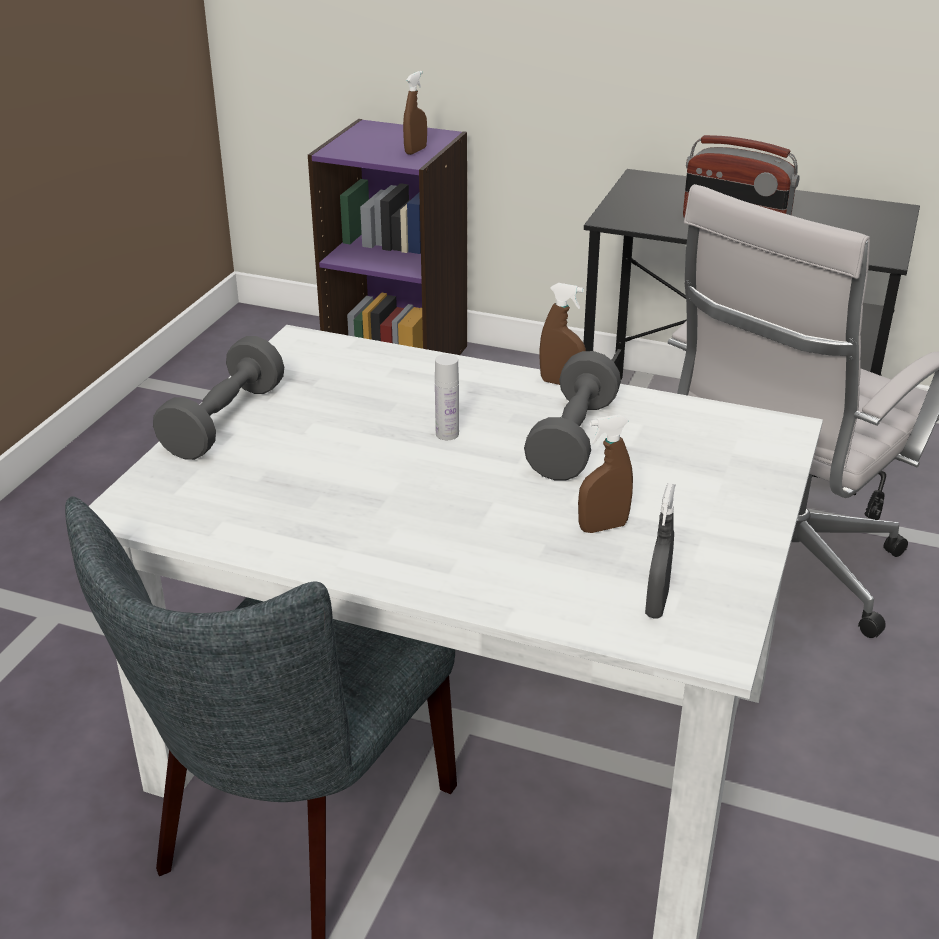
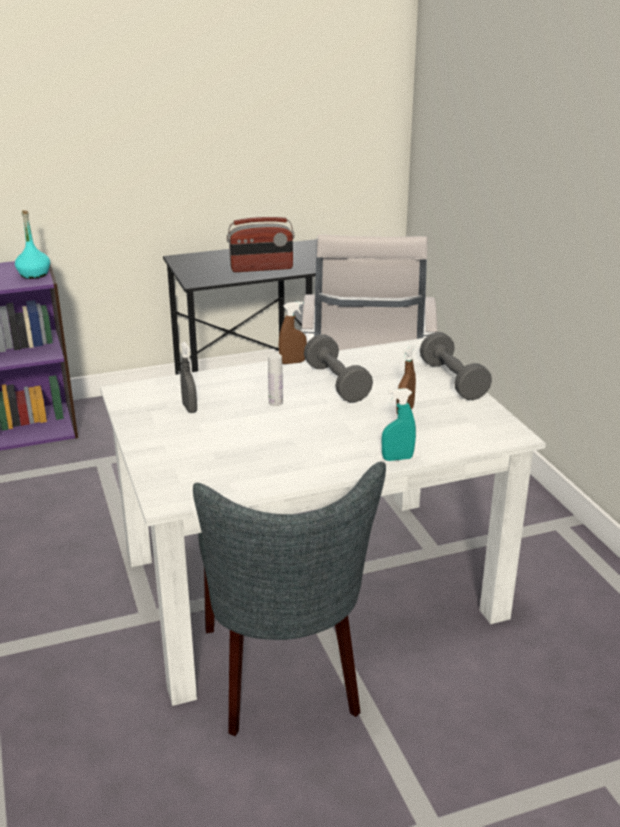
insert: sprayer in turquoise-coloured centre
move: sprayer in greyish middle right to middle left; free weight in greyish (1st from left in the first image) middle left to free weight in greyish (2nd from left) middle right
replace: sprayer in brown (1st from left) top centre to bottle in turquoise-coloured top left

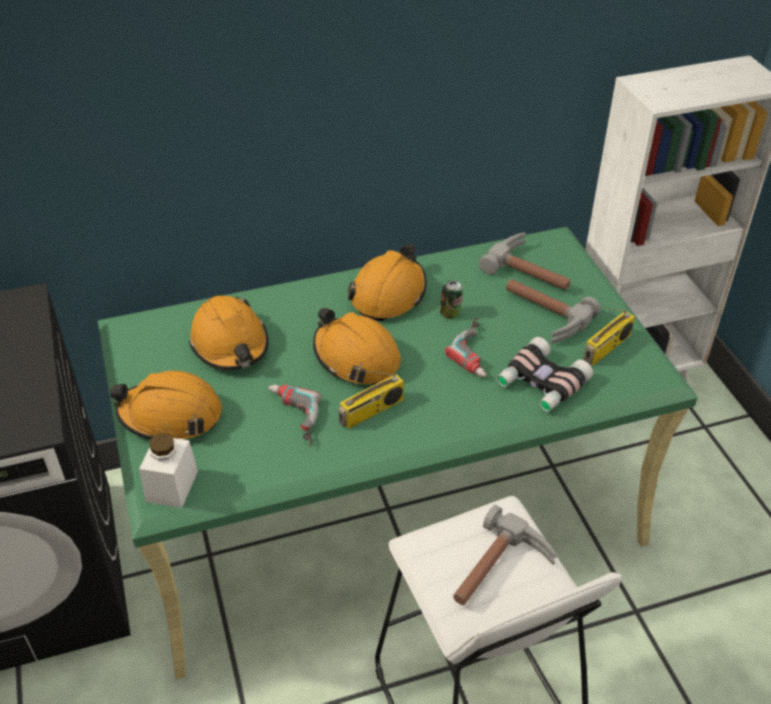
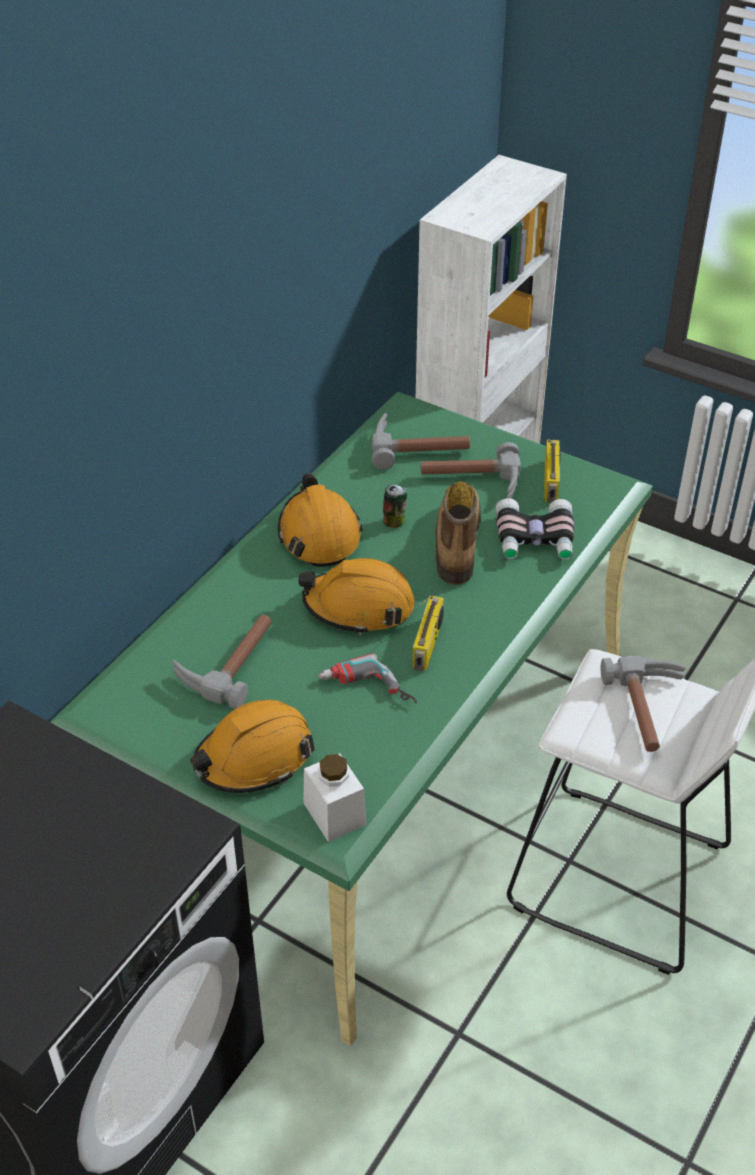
replace: hard hat in orangey (2nd from left) middle left to tool hammer (1st from left) middle left; drill (2nd from left) centre to high-top boot centre

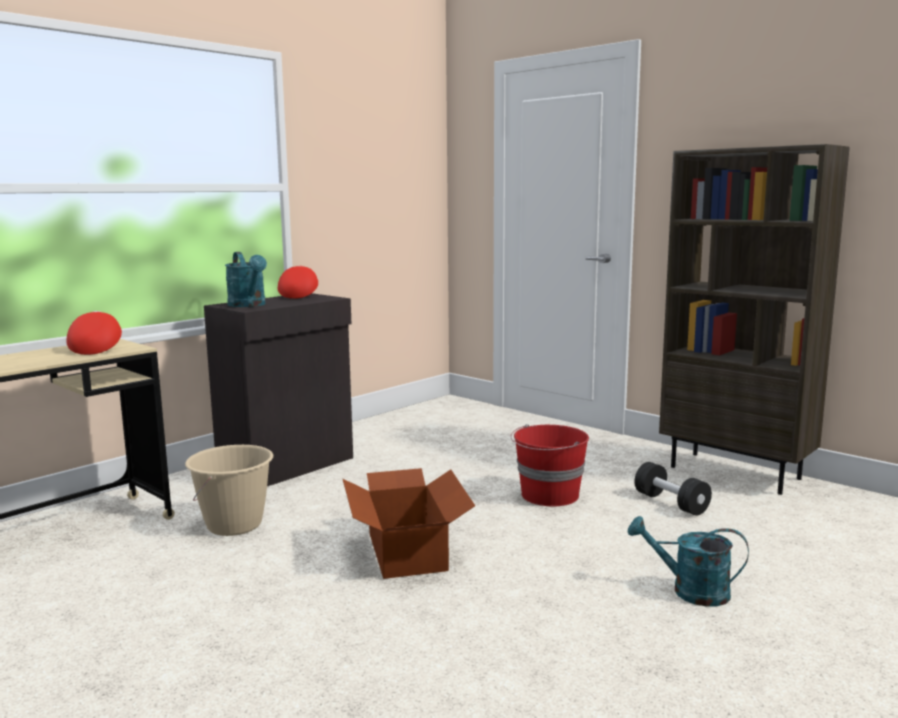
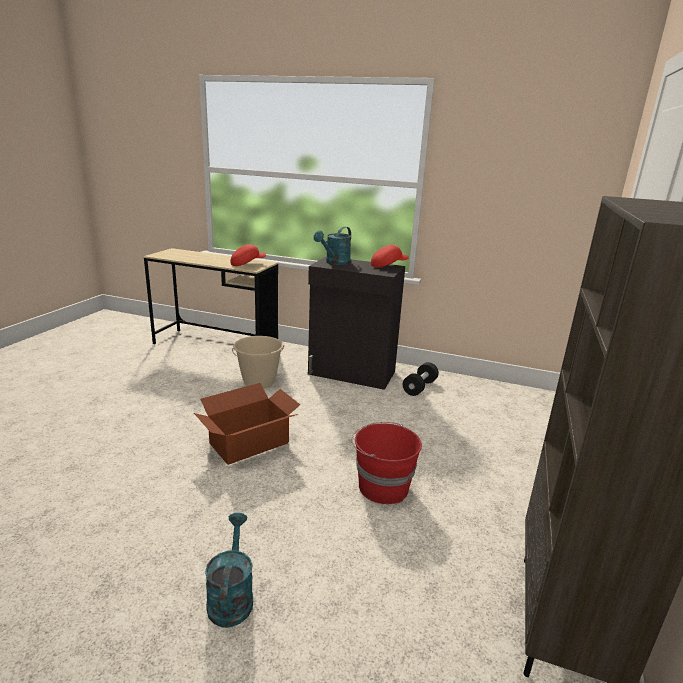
move: free weight in black-coloured bottom right to centre

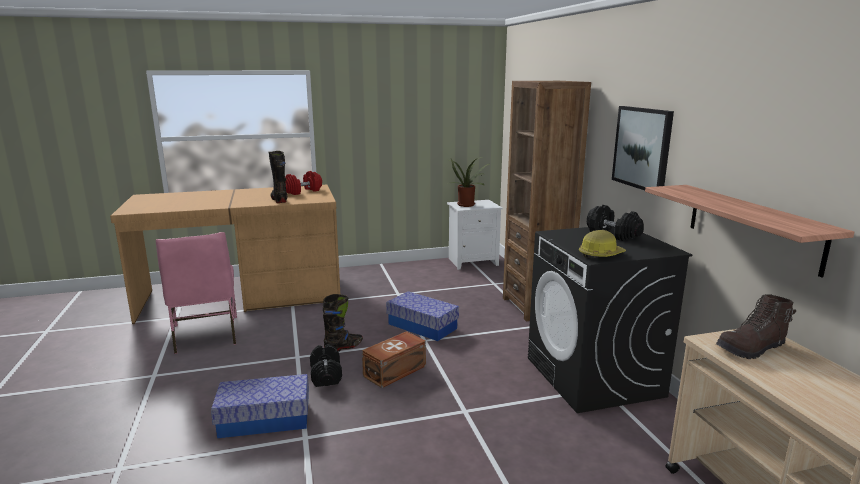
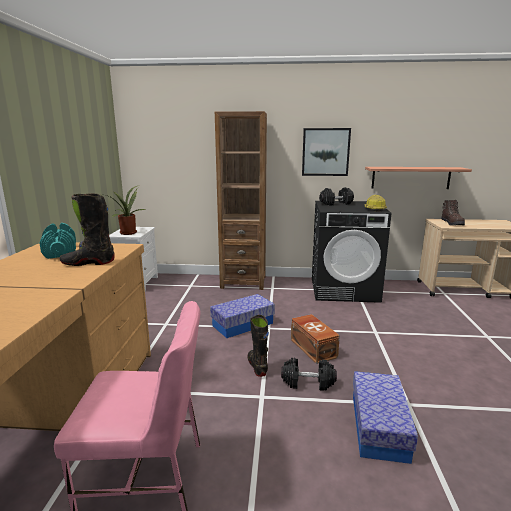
recolor: free weight in red centre to free weight in turquoise-coloured middle left

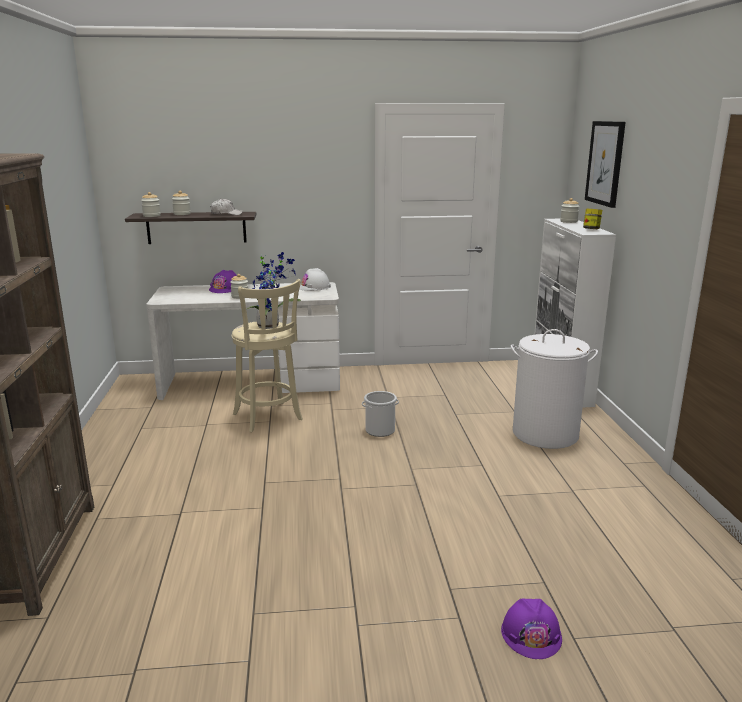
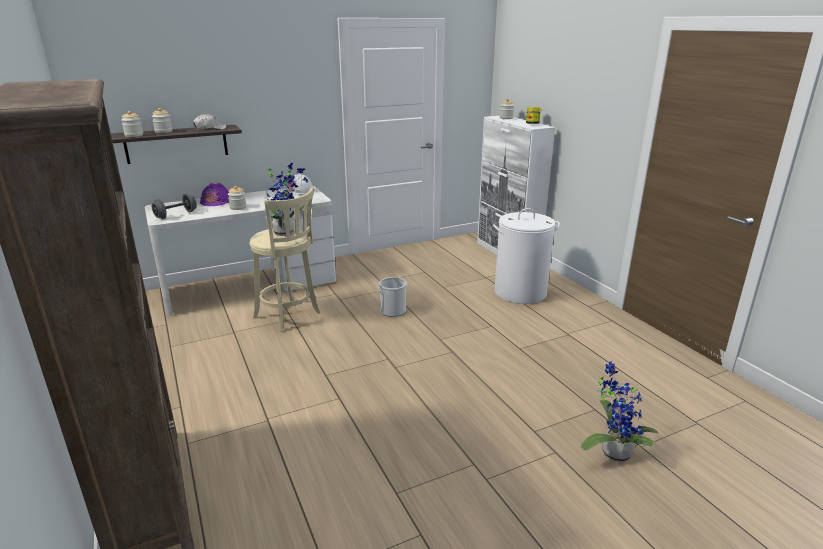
delete: wall picture top right
insert: free weight in greyish middle left
replace: hard hat in purple-coloured (2nd from left) bottom right to plant in a pot (2nd from left) bottom right

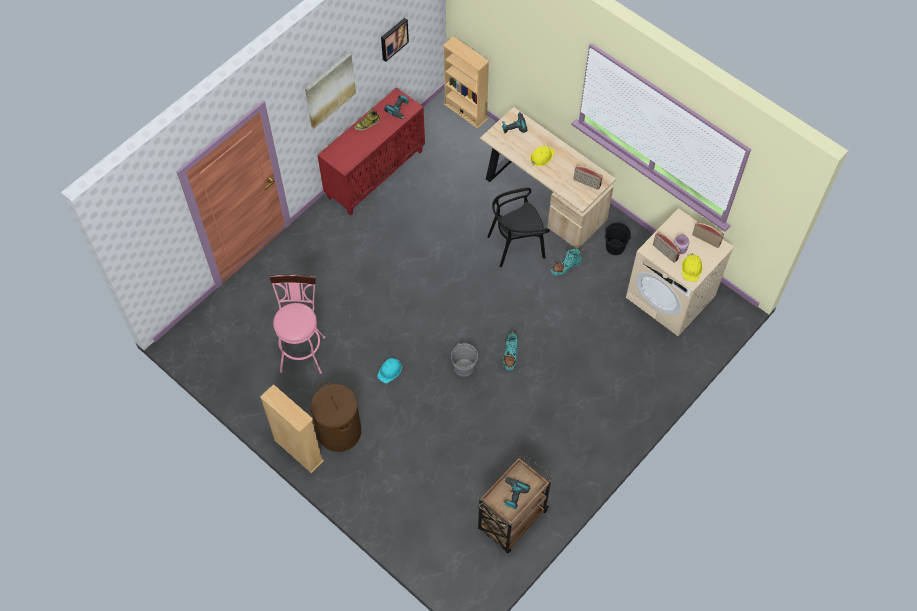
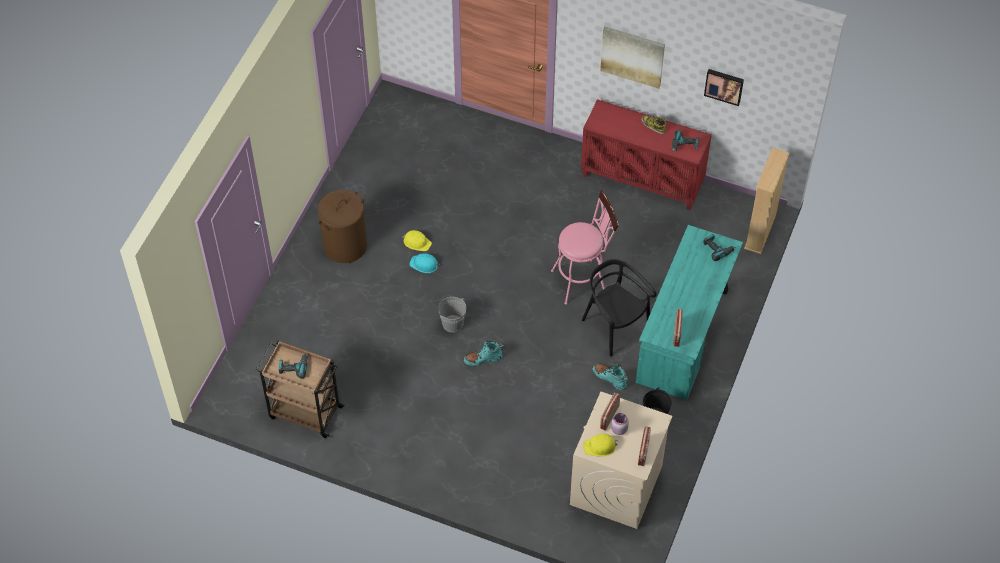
delete: shelving unit in sand-coloured (1st from left) bottom left
move: hard hat in yellow (1st from left) top centre to centre; stool in pink-coloured middle left to centre
recolor: desk table in sand-coloured top centre to desk table in turquoise-coloured middle right

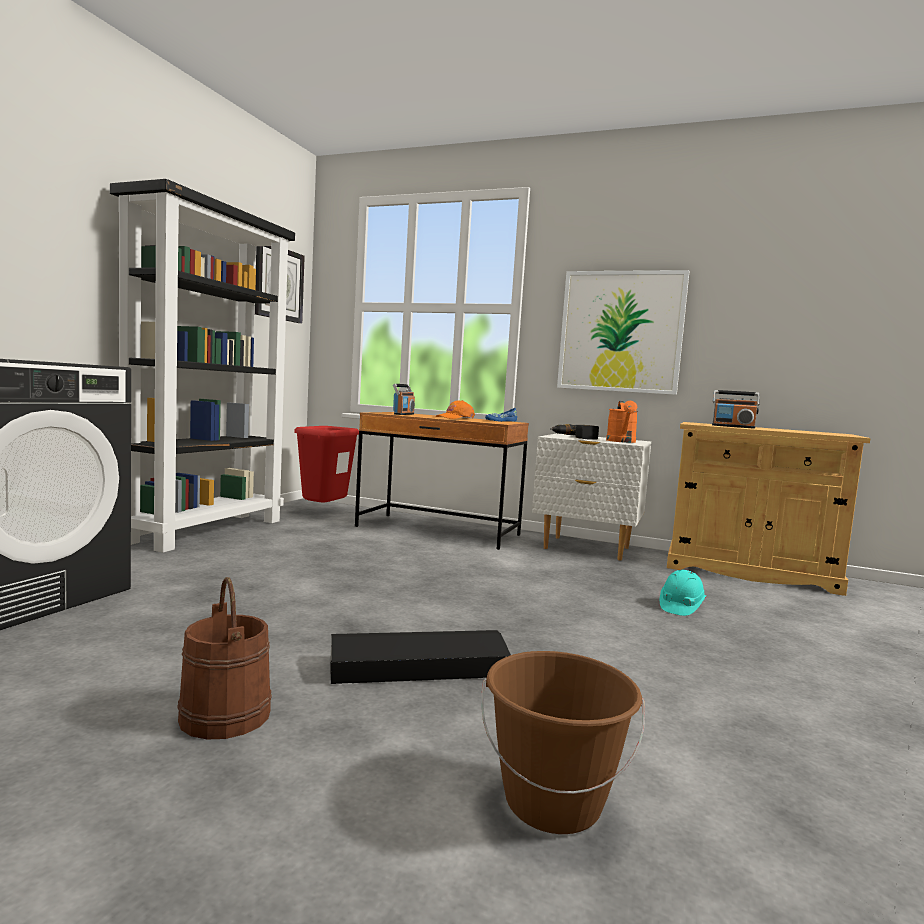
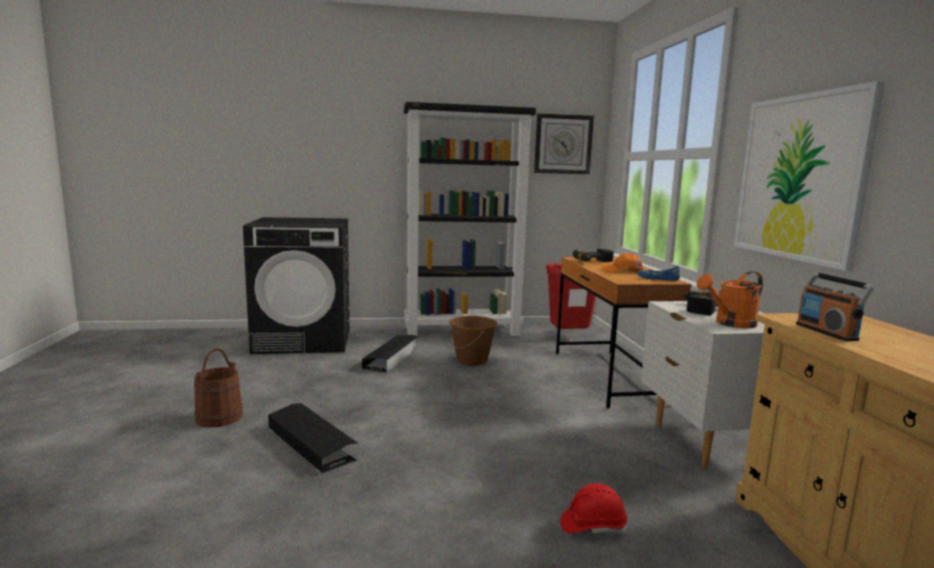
insert: storage container in black-coloured (2nd from left) centre
move: pail in brown (2nd from left) bottom centre to centre
replace: radio receiver (1st from left) centre to drill (1st from left) centre
recolor: hard hat in turquoise-coloured middle right to hard hat in red bottom centre

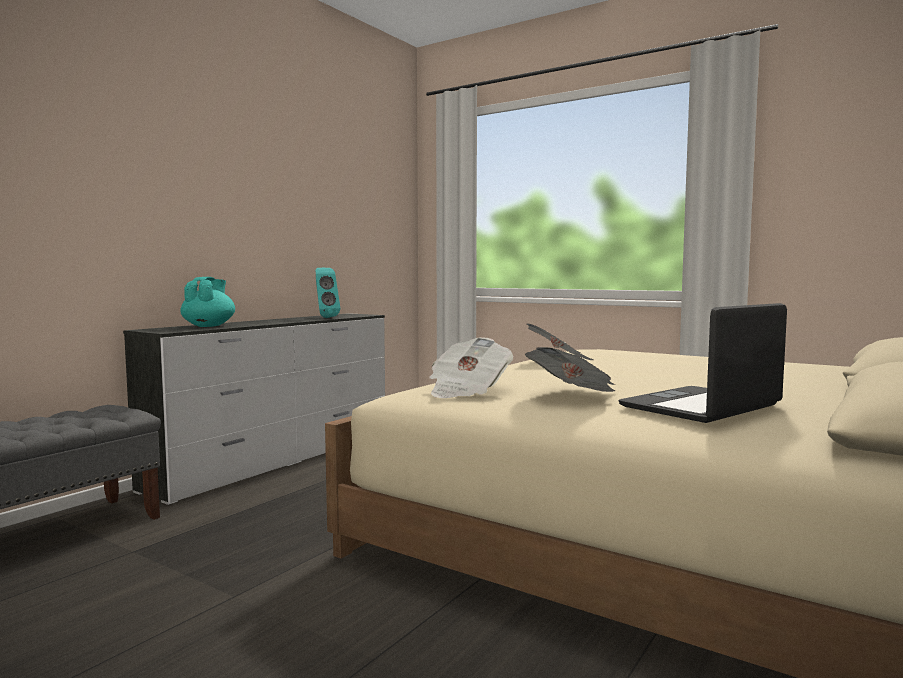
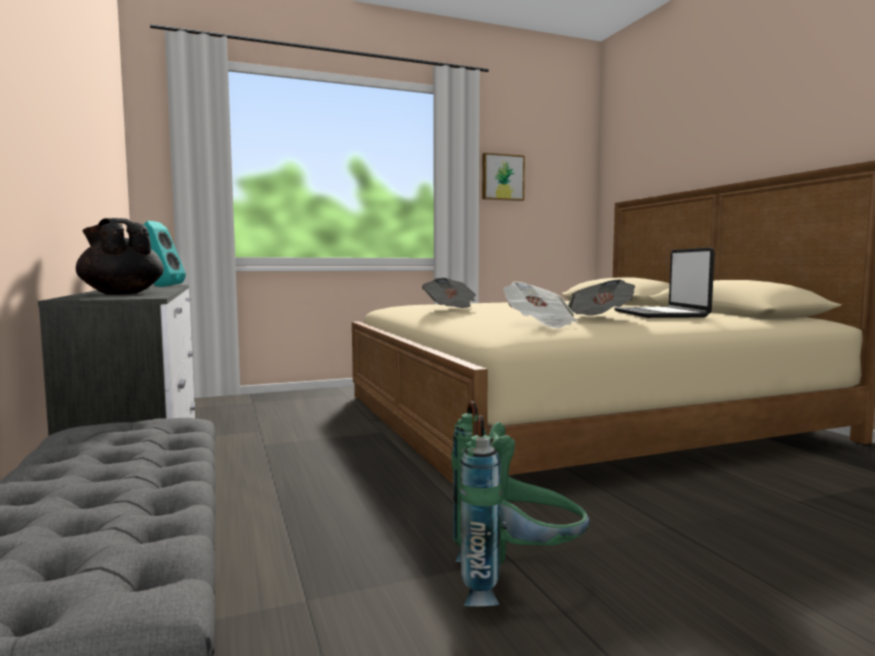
insert: backpack in greenish bottom centre; wall picture top centre
recolor: teapot in turquoise-coloured middle left to teapot in black-coloured middle left

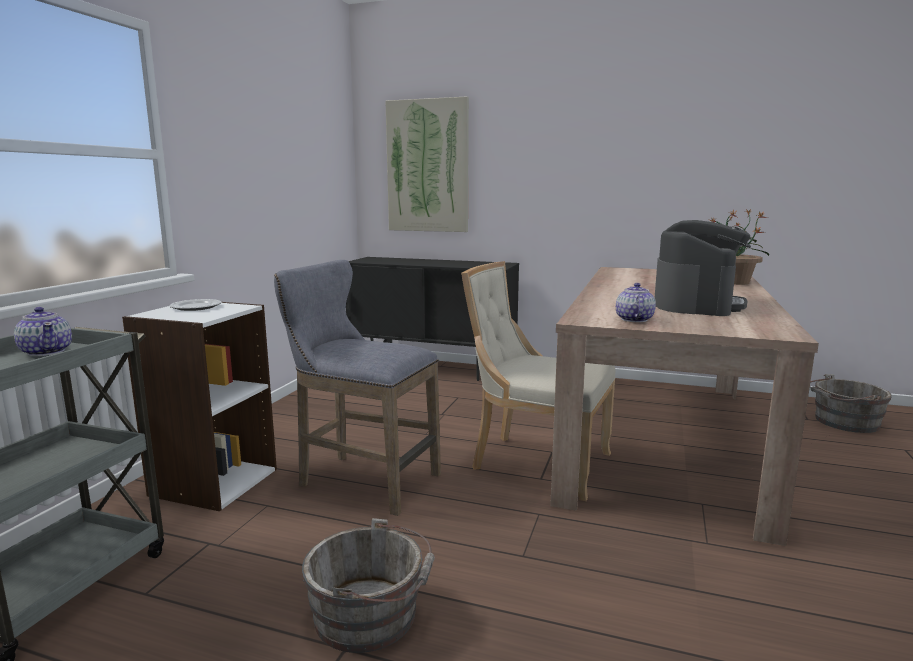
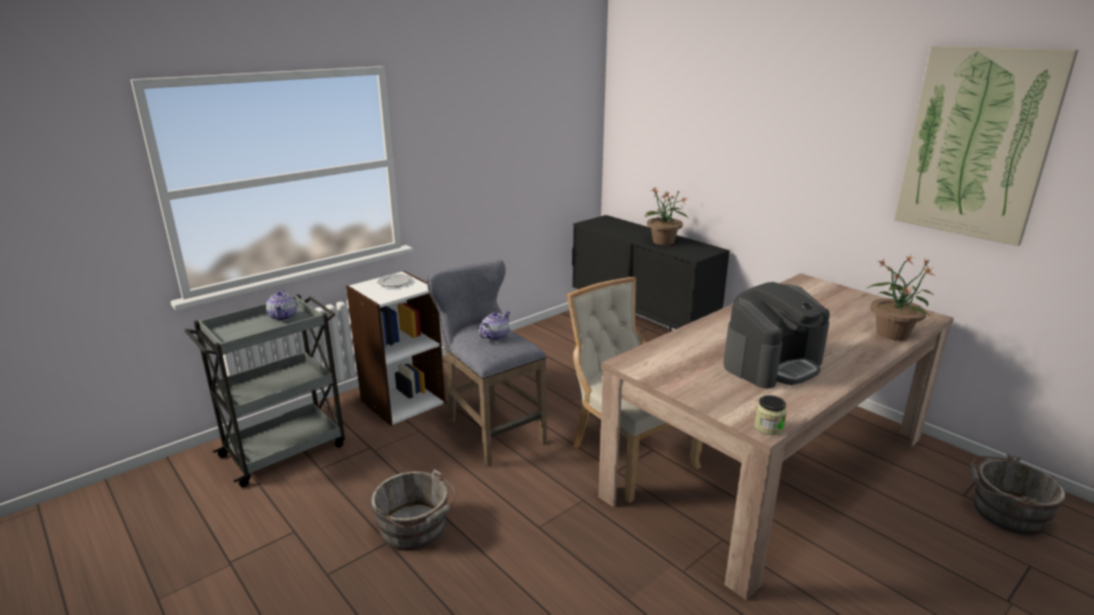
insert: plant in a pot (1st from left) centre; jar bottom right
move: teapot (2nd from left) middle right to centre; wall picture top centre to top right

